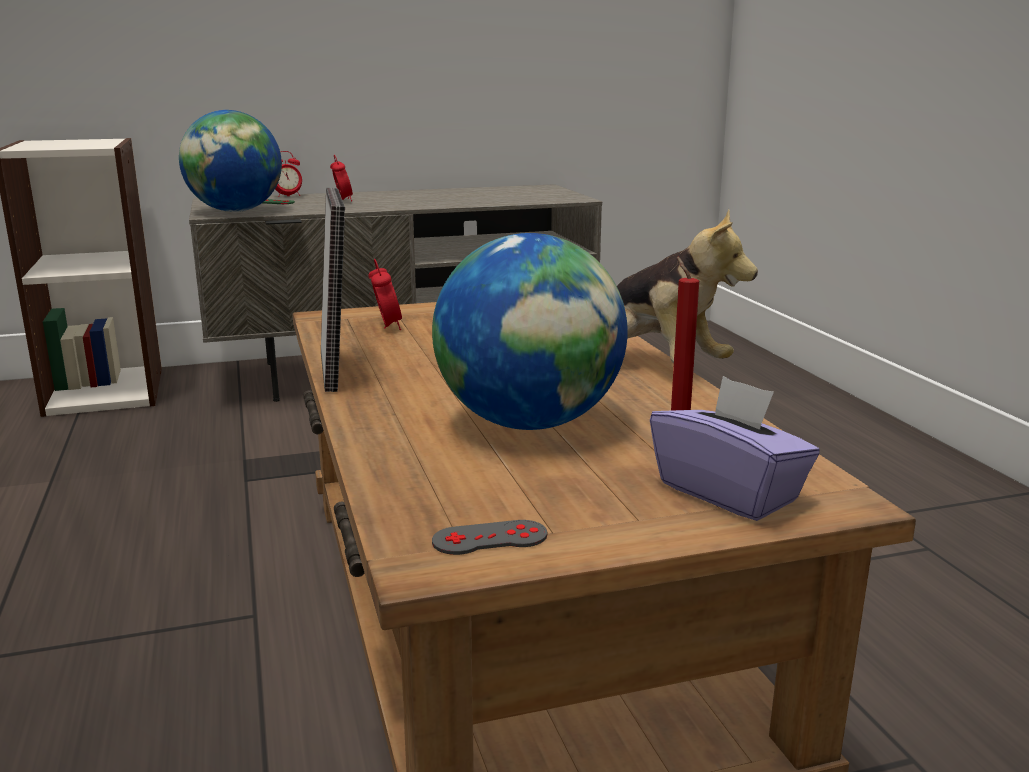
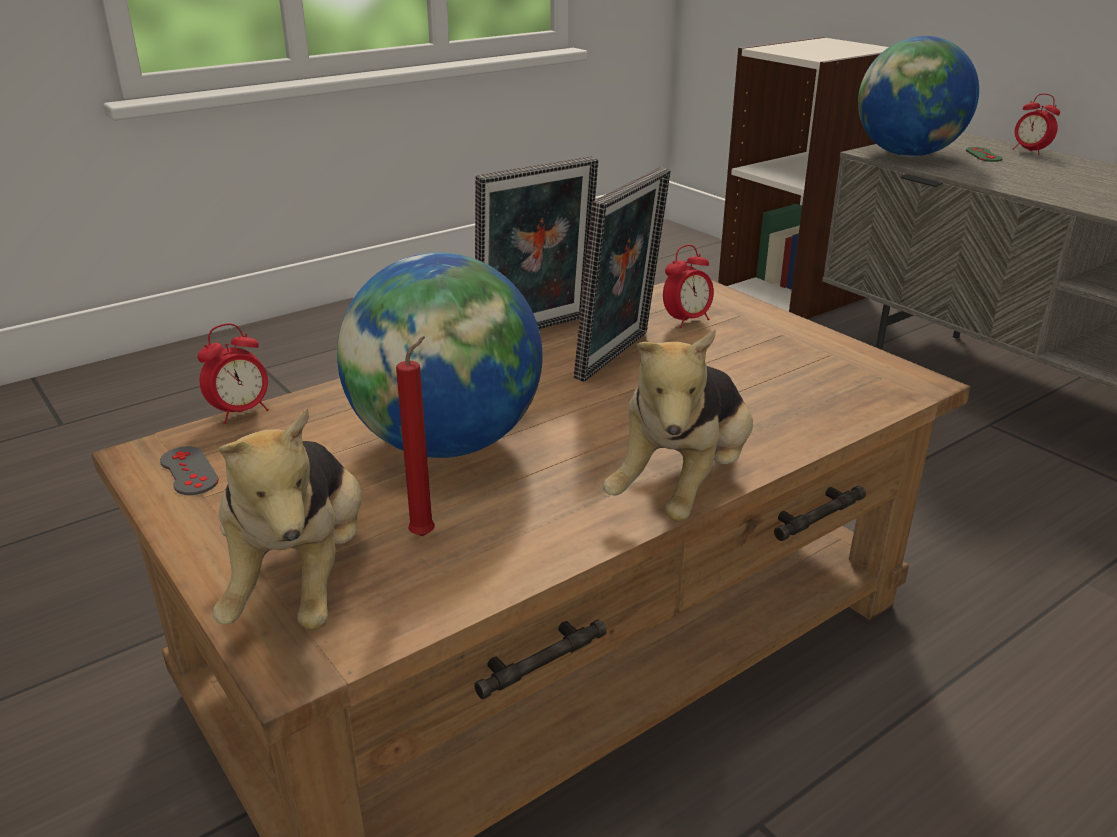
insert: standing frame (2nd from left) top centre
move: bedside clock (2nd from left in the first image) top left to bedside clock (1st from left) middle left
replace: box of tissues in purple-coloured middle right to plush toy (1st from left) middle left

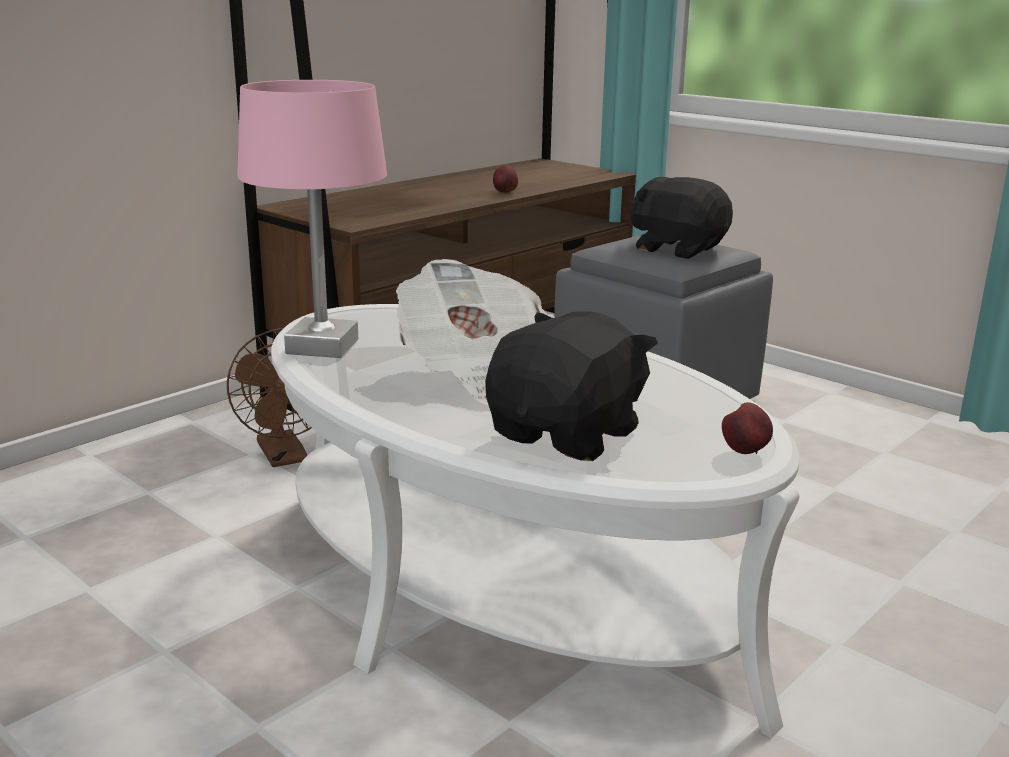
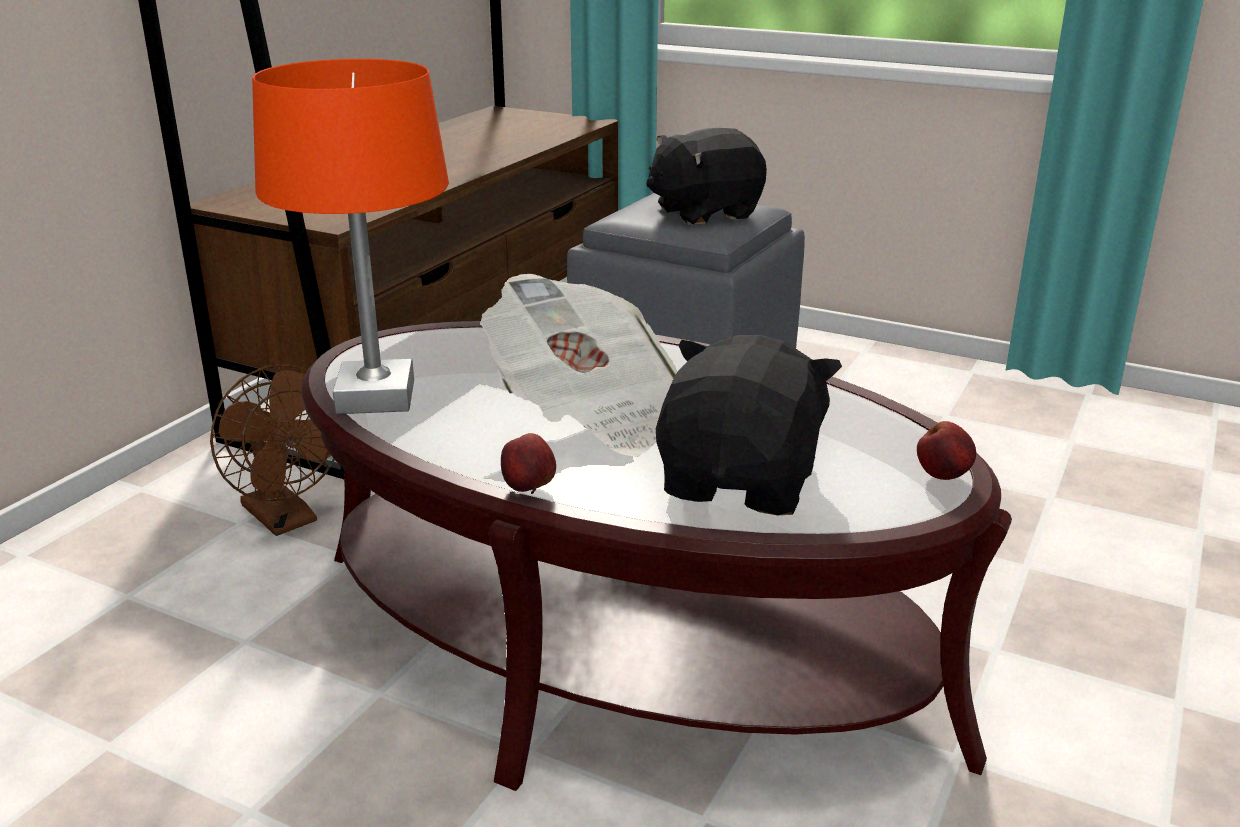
move: whole apple (1st from left) top centre to centre
recolor: table lamp in pink-coloured top left to table lamp in orangey top left; coffee table in whitish bottom centre to coffee table in brown bottom centre
rotate: plush toy in black-coloured (2nd from left in the first image) top right = top centre 45 degrees counterclockwise

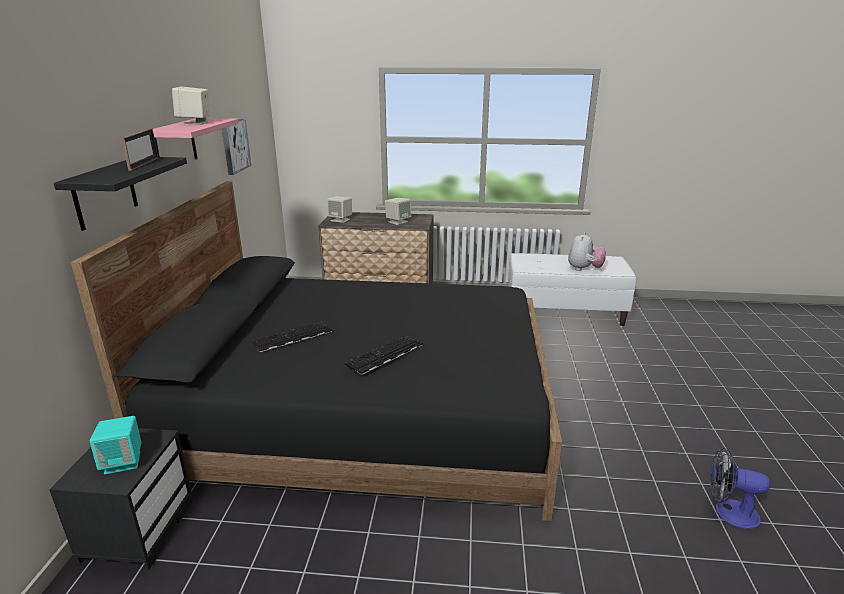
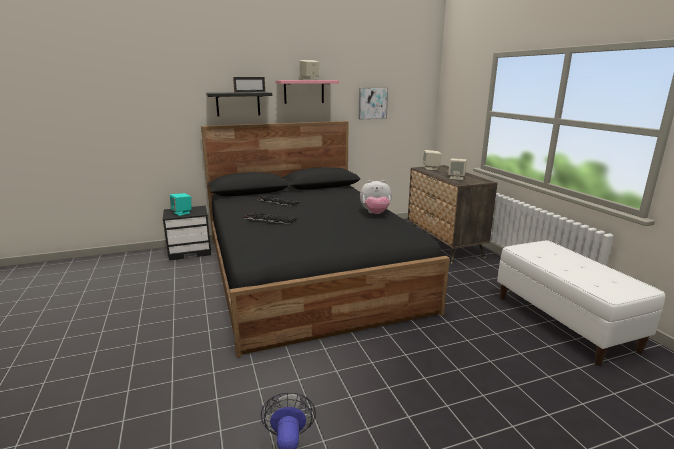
move: plush toy middle right to centre

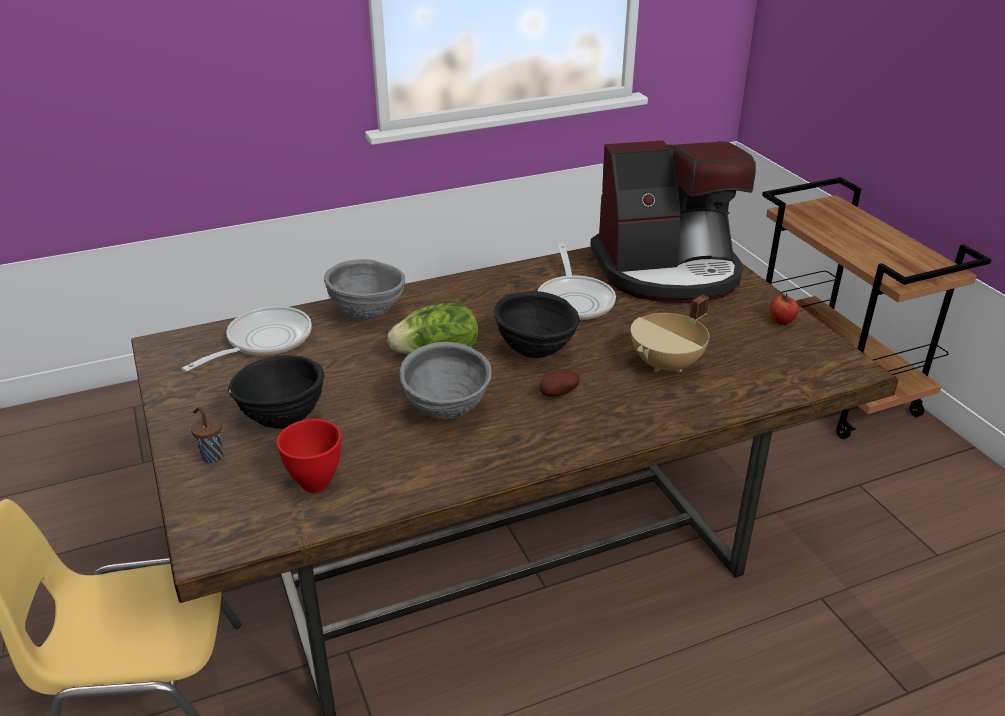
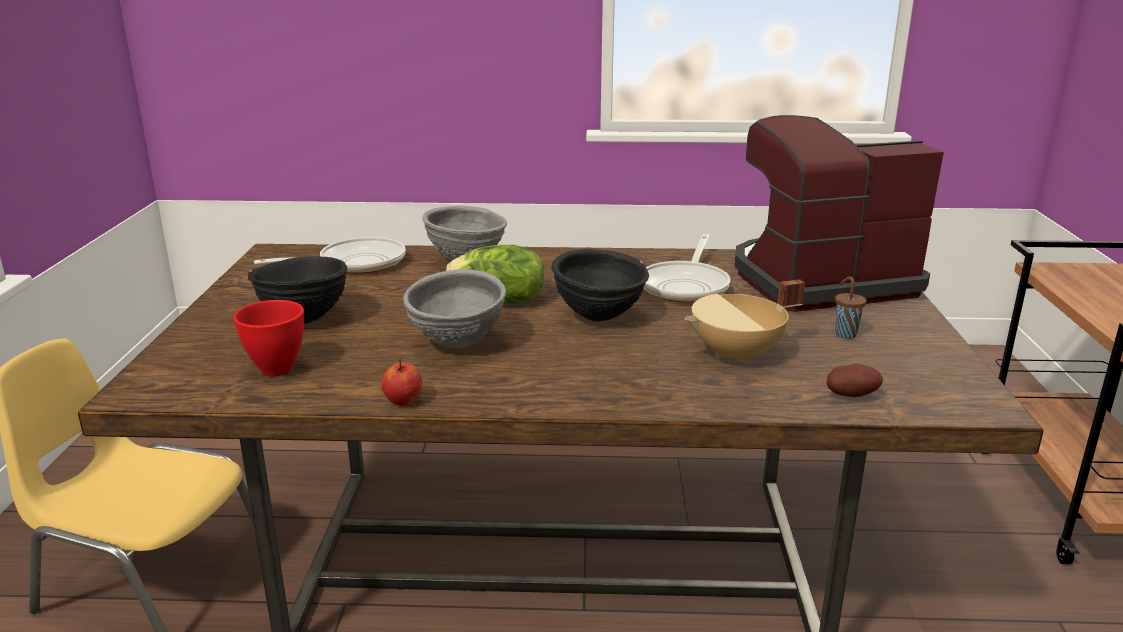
move: whole apple middle right to centre; whole potato centre to middle right; cup in brown middle left to middle right
rotate: coffee machine top right = middle right 150 degrees clockwise

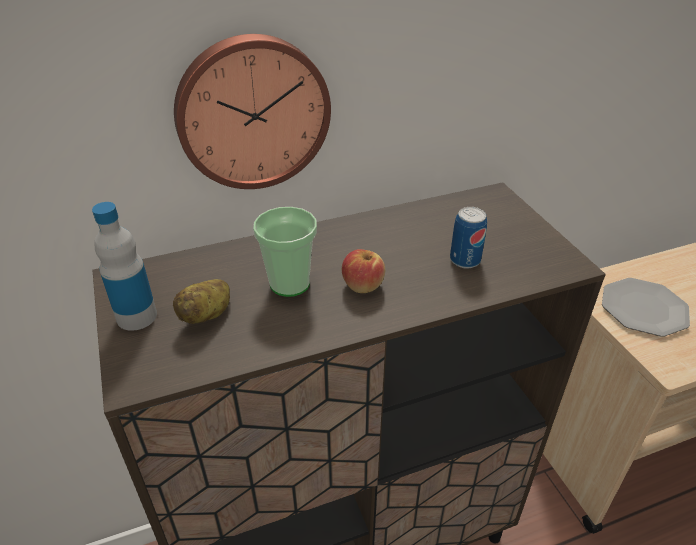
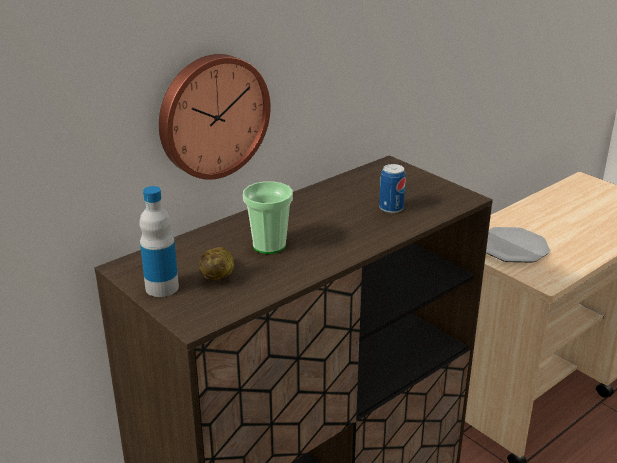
delete: whole apple centre

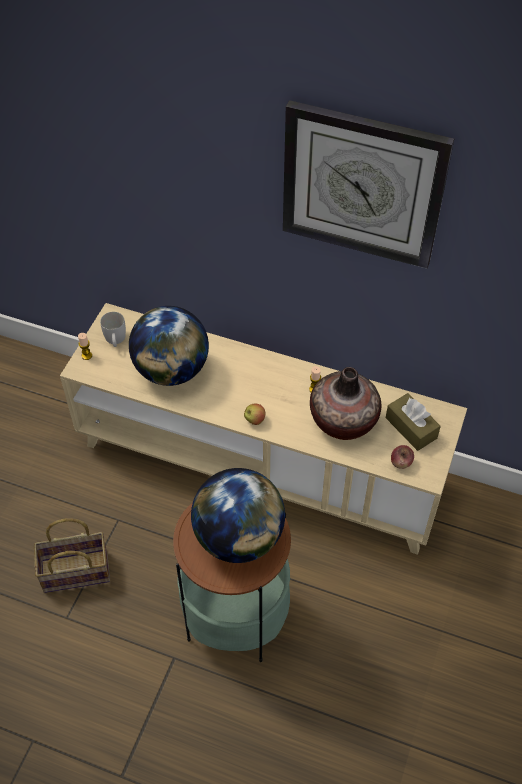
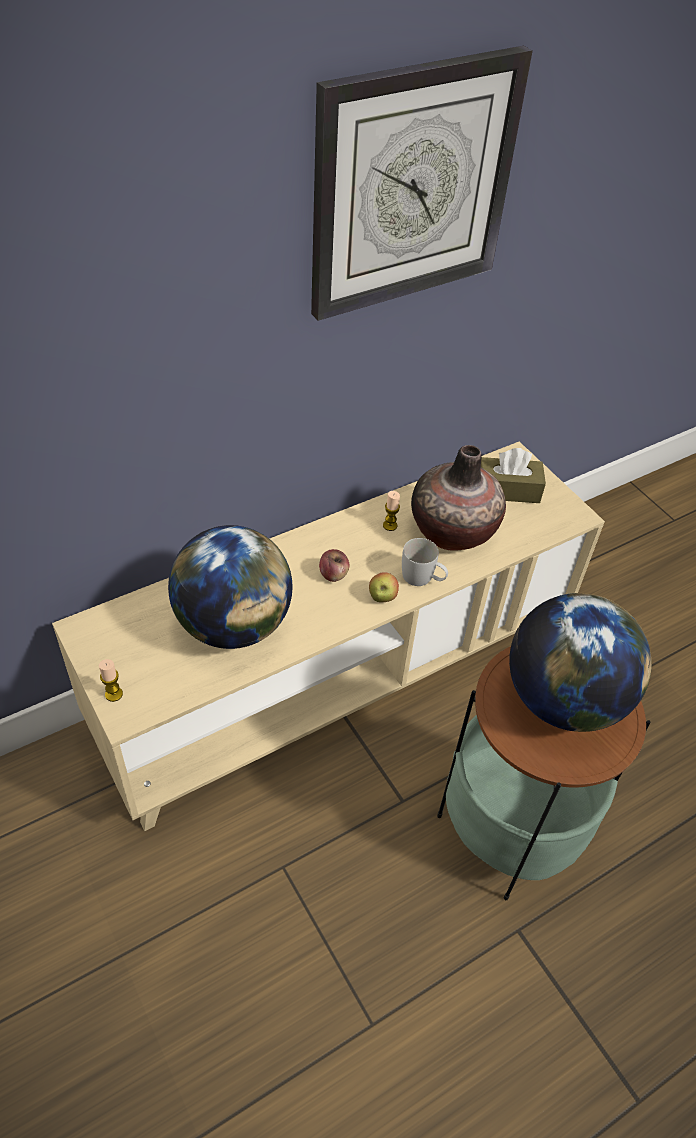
delete: storage basket bottom left
move: whole apple (2nd from left in the first image) middle right to whole apple (1st from left) centre; coffee mug in whitish middle left to centre

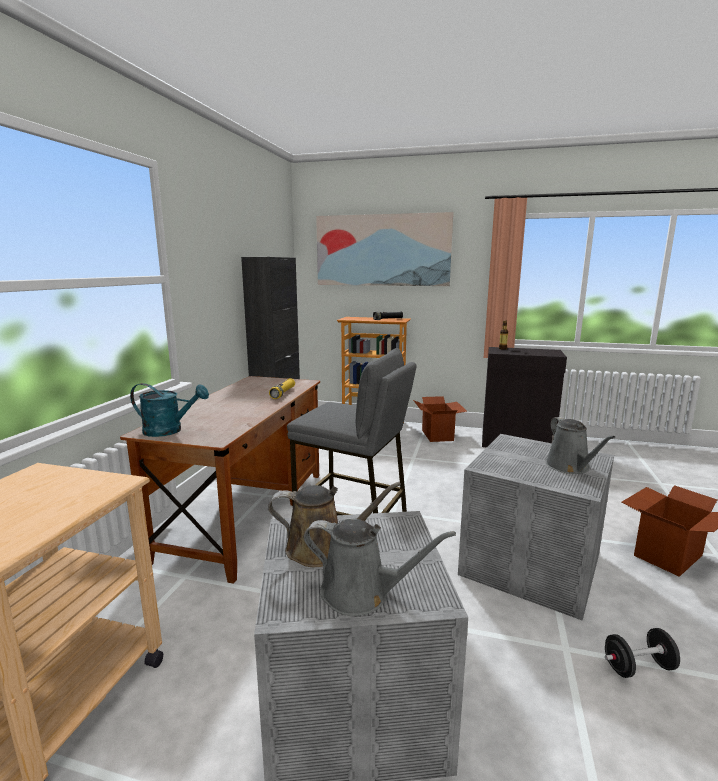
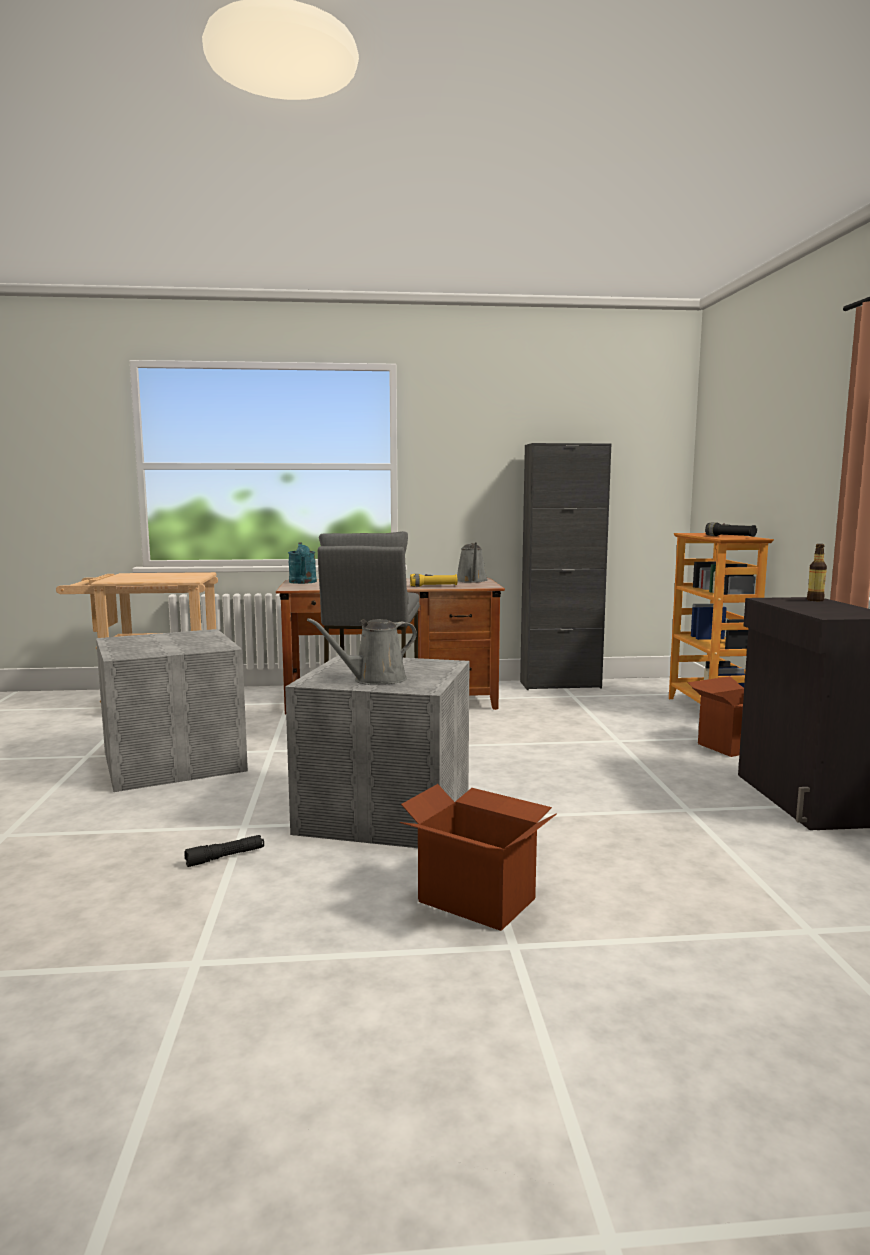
delete: watering pot in brown bottom centre; wall picture top centre
move: watering pot in greyish (1st from left in the first image) bottom centre to watering pot in greyish (2nd from left) centre
replace: free weight in black-coloured bottom right to flashlight in black-coloured (1st from left) bottom left

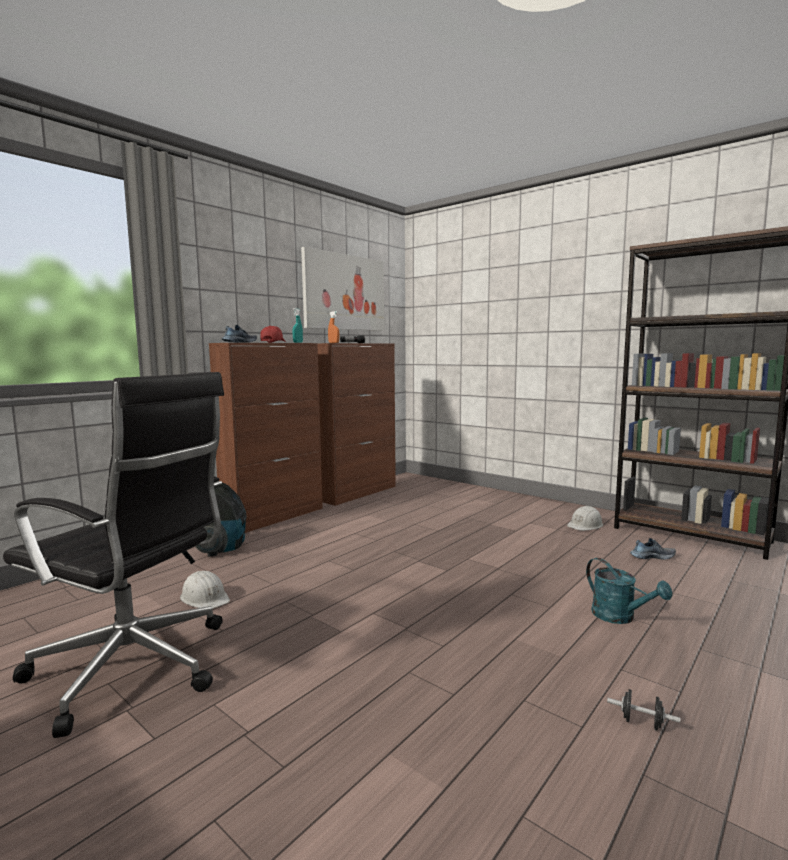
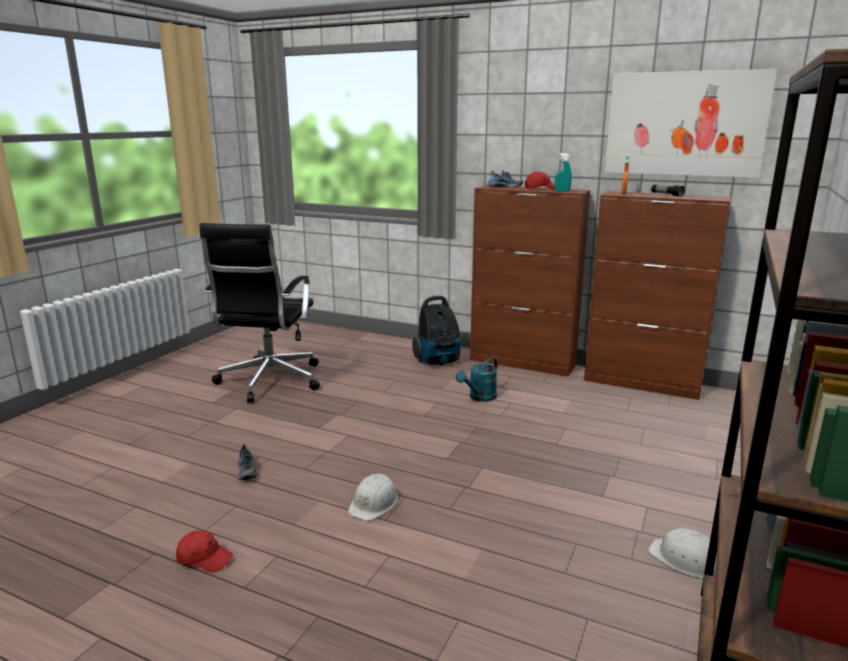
move: shoe (2nd from left in the first image) middle right to shoe (1st from left) bottom left; hard hat in whitish (1st from left) bottom left to bottom centre; watering pot in turquoise-coloured bottom right to centre
replace: free weight in black-coloured bottom right to cap in red (1st from left) bottom left

